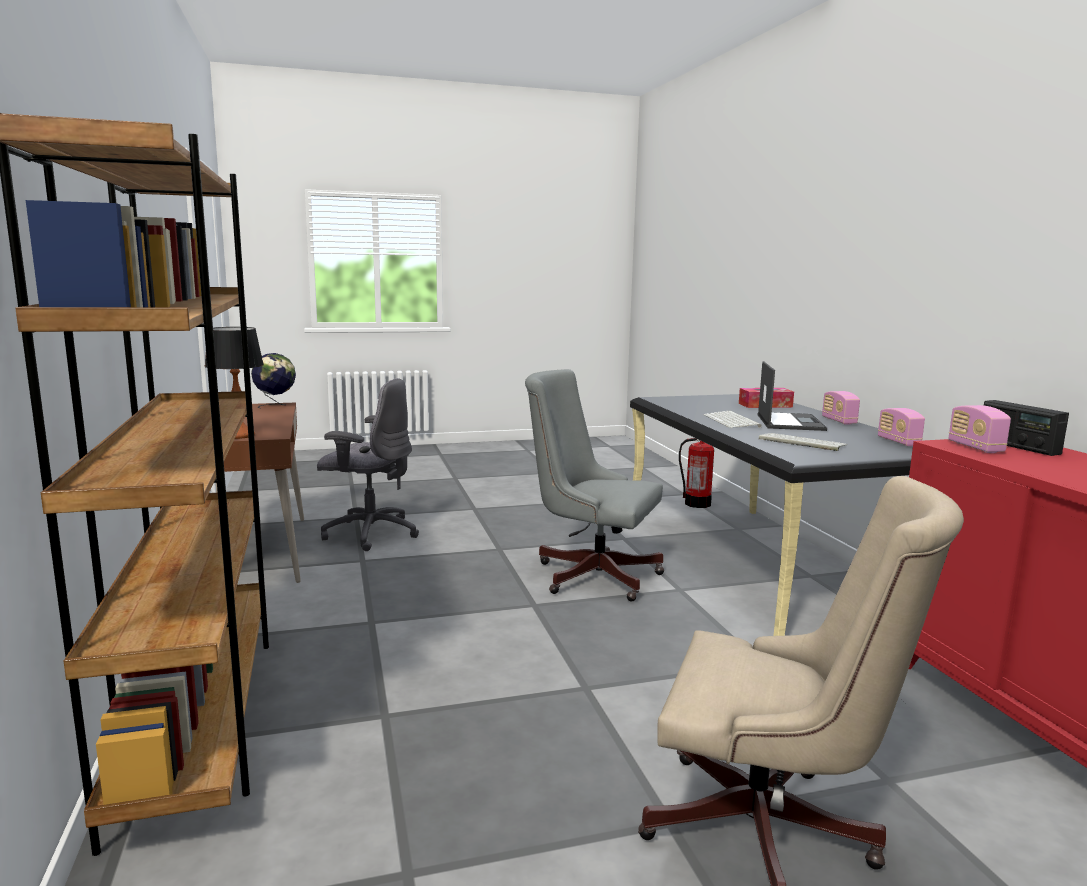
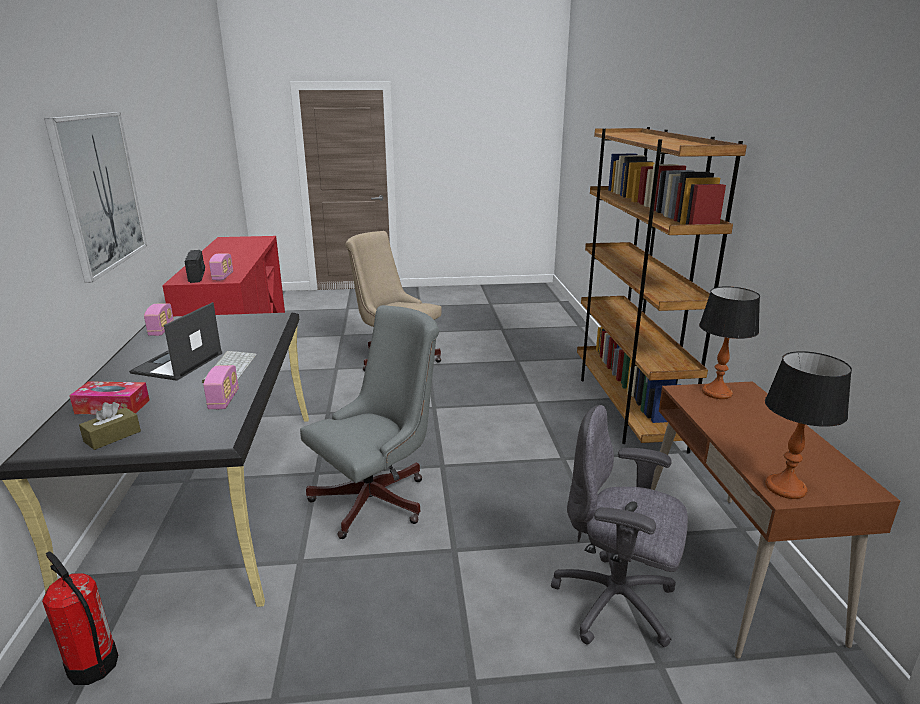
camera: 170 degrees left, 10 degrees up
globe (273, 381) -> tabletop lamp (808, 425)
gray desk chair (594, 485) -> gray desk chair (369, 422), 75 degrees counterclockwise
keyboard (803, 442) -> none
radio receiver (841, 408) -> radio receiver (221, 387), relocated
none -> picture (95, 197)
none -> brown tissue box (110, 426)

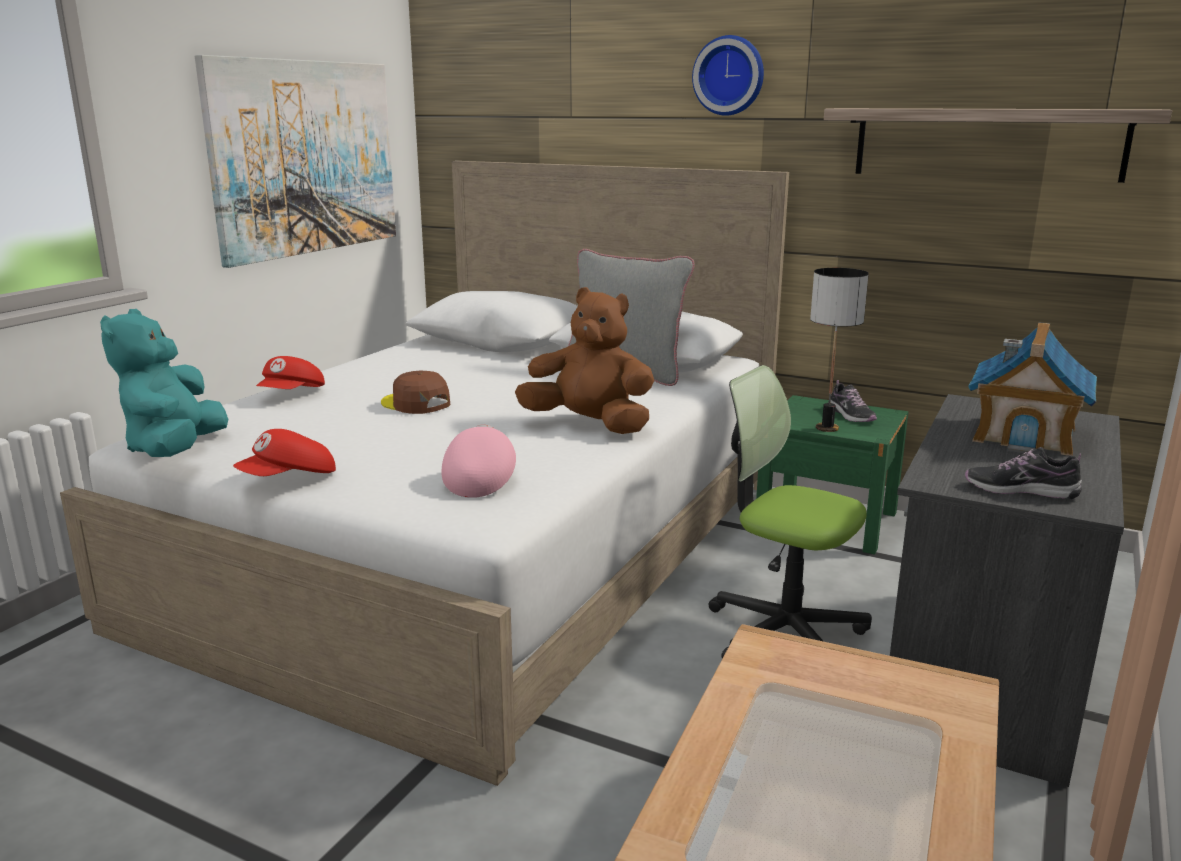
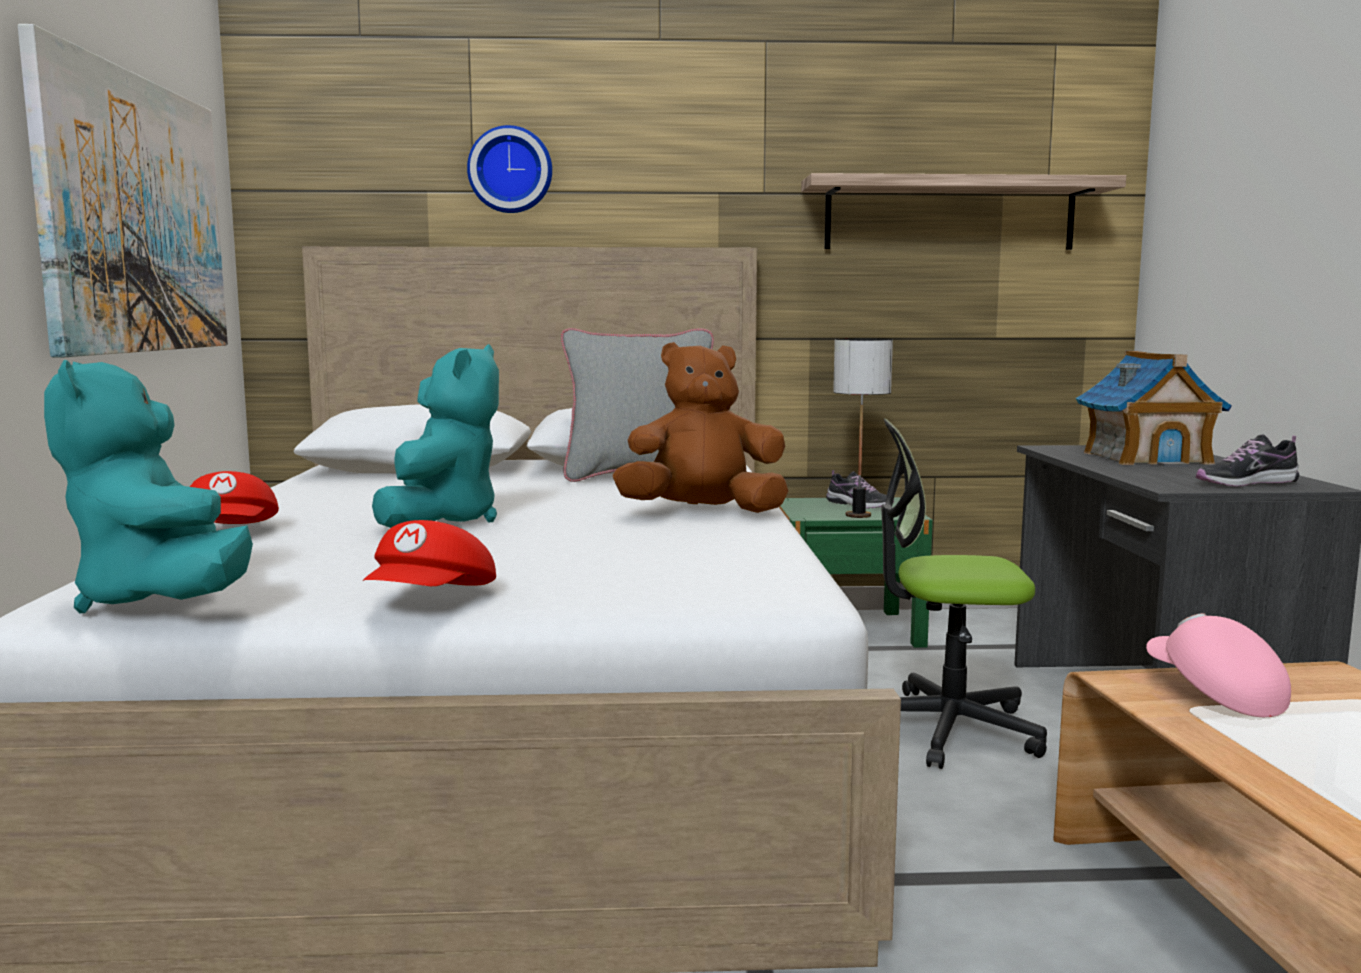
camera: 30 degrees left, 10 degrees down
brown peaked cap (415, 392) -> blue-green soft toy (435, 436)
pink peaked cap (478, 461) -> pink peaked cap (1218, 665), relocated
wall clock (728, 75) -> wall clock (509, 169), relocated

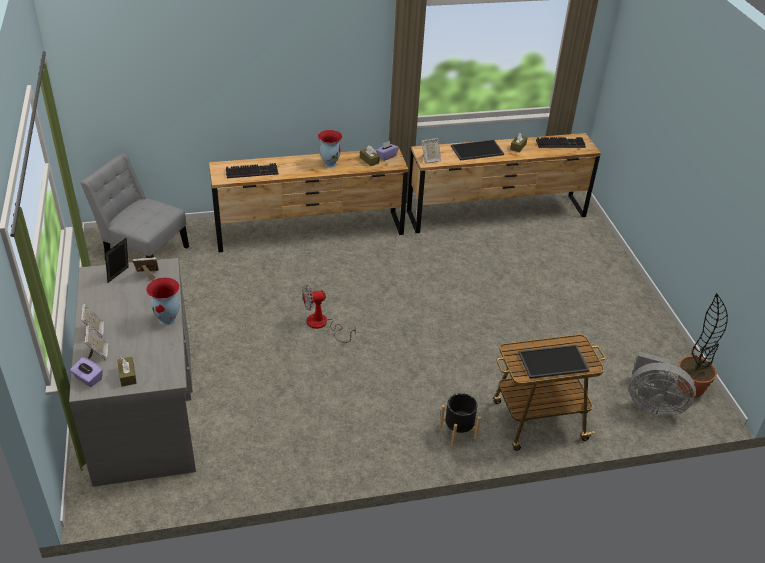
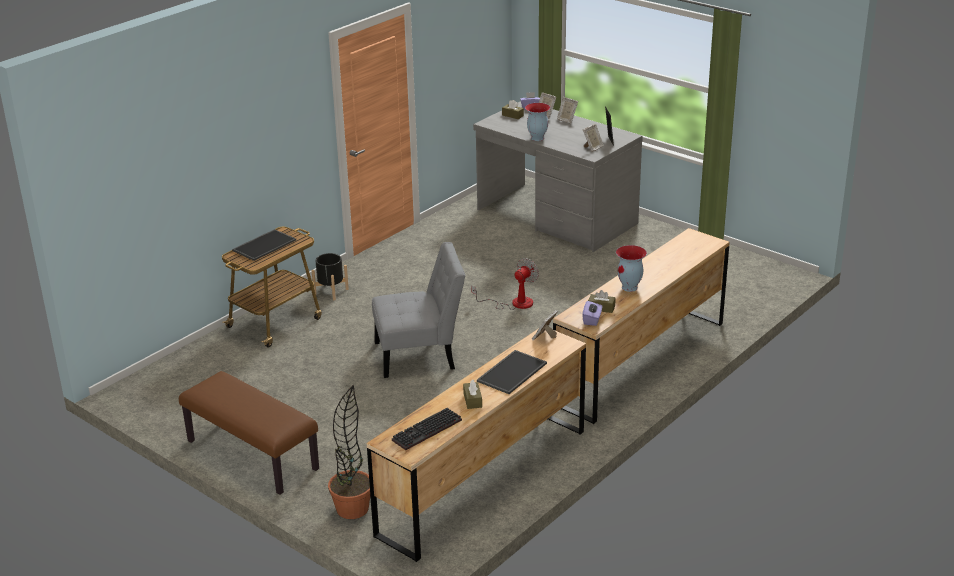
camera: 145 degrees right, 10 degrees down
gray chair (134, 205) -> gray chair (419, 310), relocated
keyboard (252, 170) -> none
gray fan (662, 384) -> none
plant in a pot (702, 345) -> plant in a pot (349, 451), relocated
none -> brown bench (249, 433)

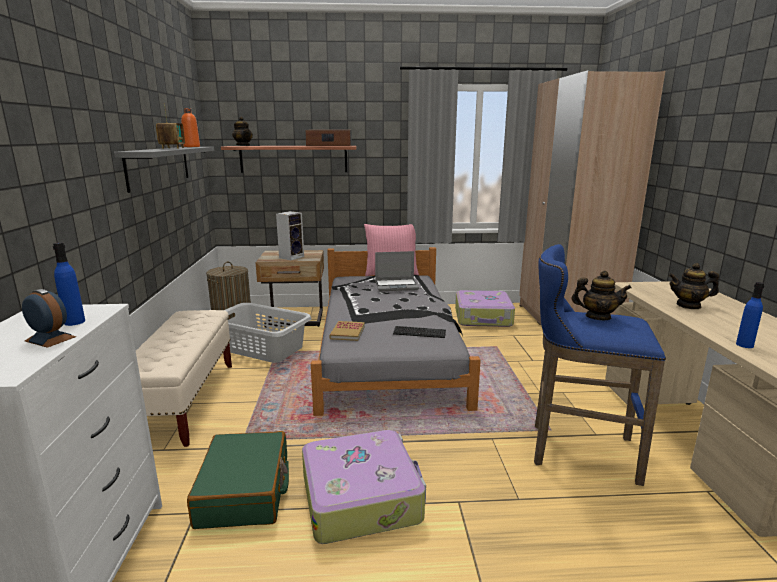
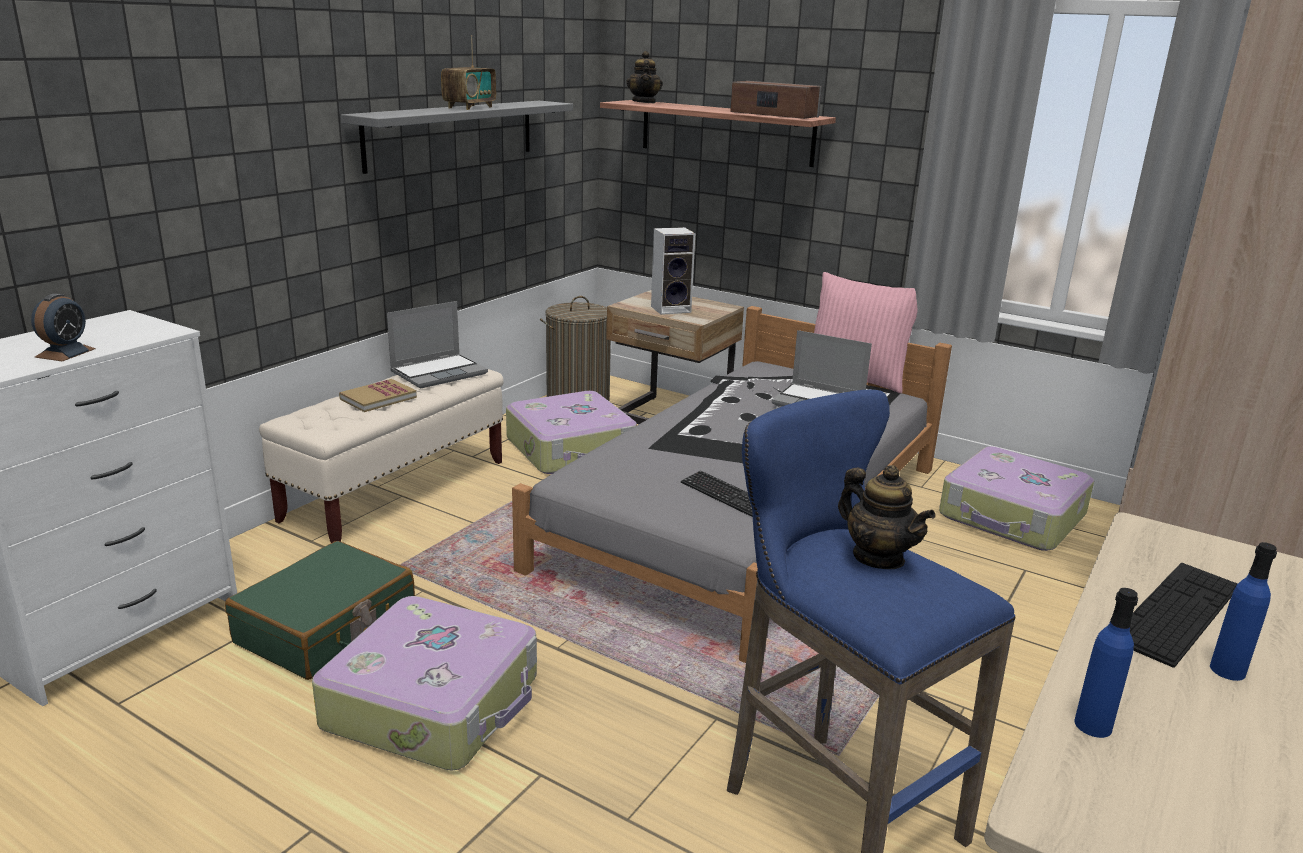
camera: 35 degrees right, 5 degrees up
bedside clock (49, 318) -> bedside clock (63, 327), 45 degrees clockwise
blue drink bottle (69, 284) -> blue drink bottle (1243, 611), relocated
orangey drink bottle (190, 127) -> none
gray washing basket (268, 333) -> suitcase (571, 432)
bound book (347, 331) -> bound book (378, 395), relocated
pot for tea (693, 286) -> keyboard (1184, 615)
none -> notebook computer (437, 345)

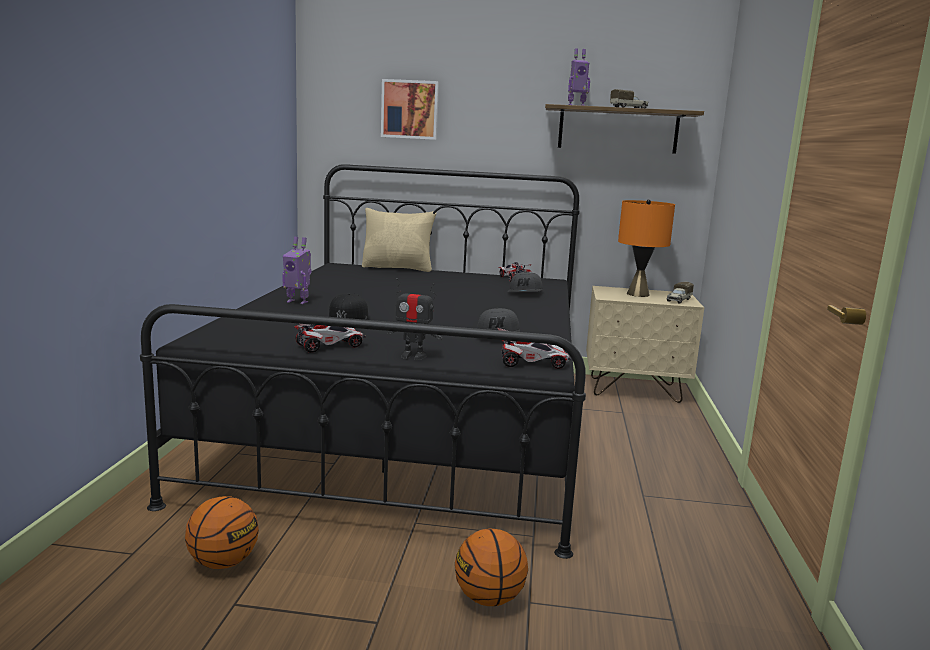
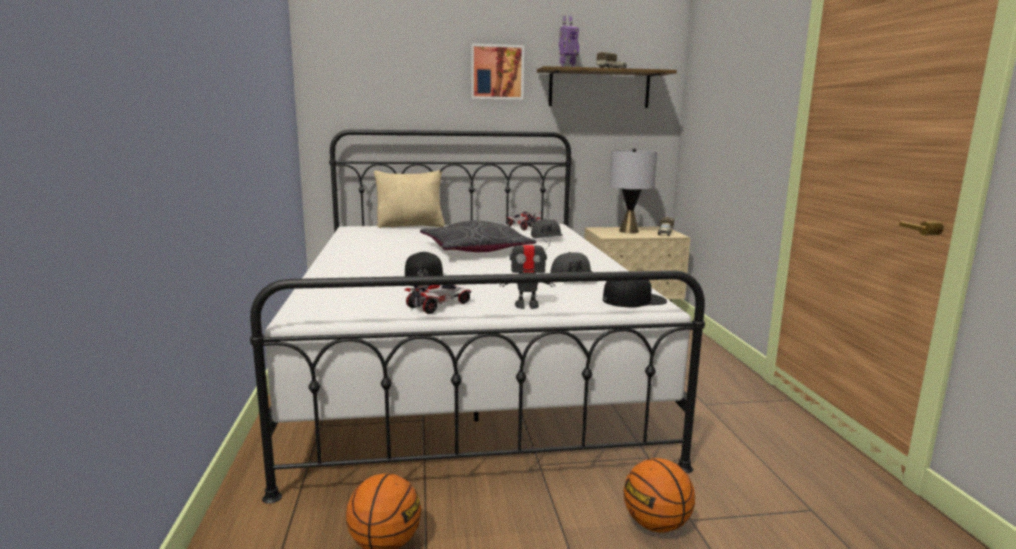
camera: 15 degrees left, 0 degrees up
black-coloured sleeping bed (363, 361) -> whitish sleeping bed (477, 317)
model robot (297, 270) -> none
picture (410, 109) -> picture (497, 72), relocated
toy car (534, 348) -> black-coloured peaked cap (635, 293)
orangey tabletop lamp (646, 248) -> gray tabletop lamp (633, 190)
none -> gray throw pillow (478, 236)

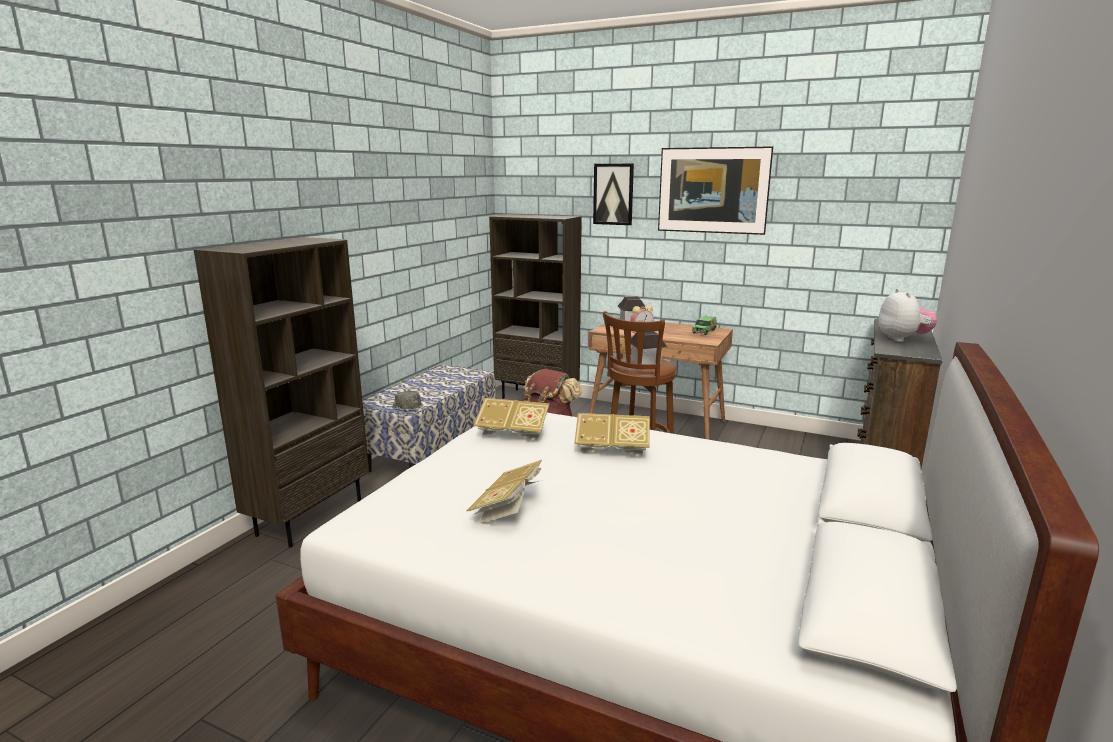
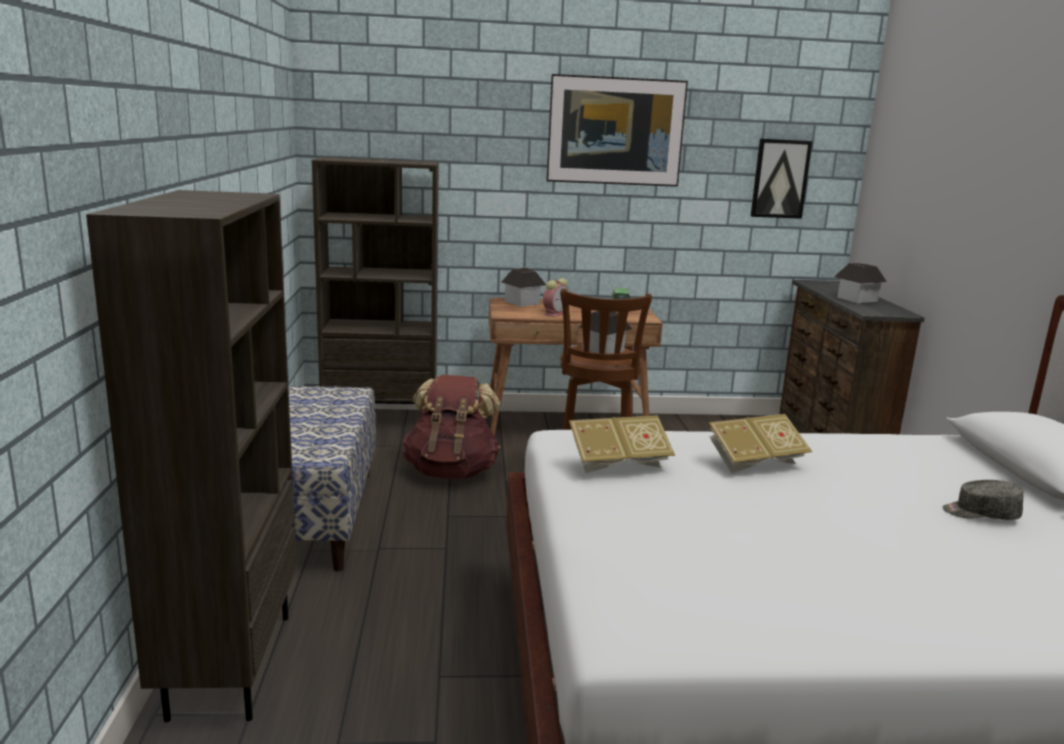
camera: 30 degrees left, 0 degrees up
gray peaked cap (407, 400) -> gray peaked cap (983, 500), relocated
bound book (504, 492) -> none
picture (613, 194) -> picture (782, 179), relocated
soft toy (908, 315) -> miniature house (860, 283)

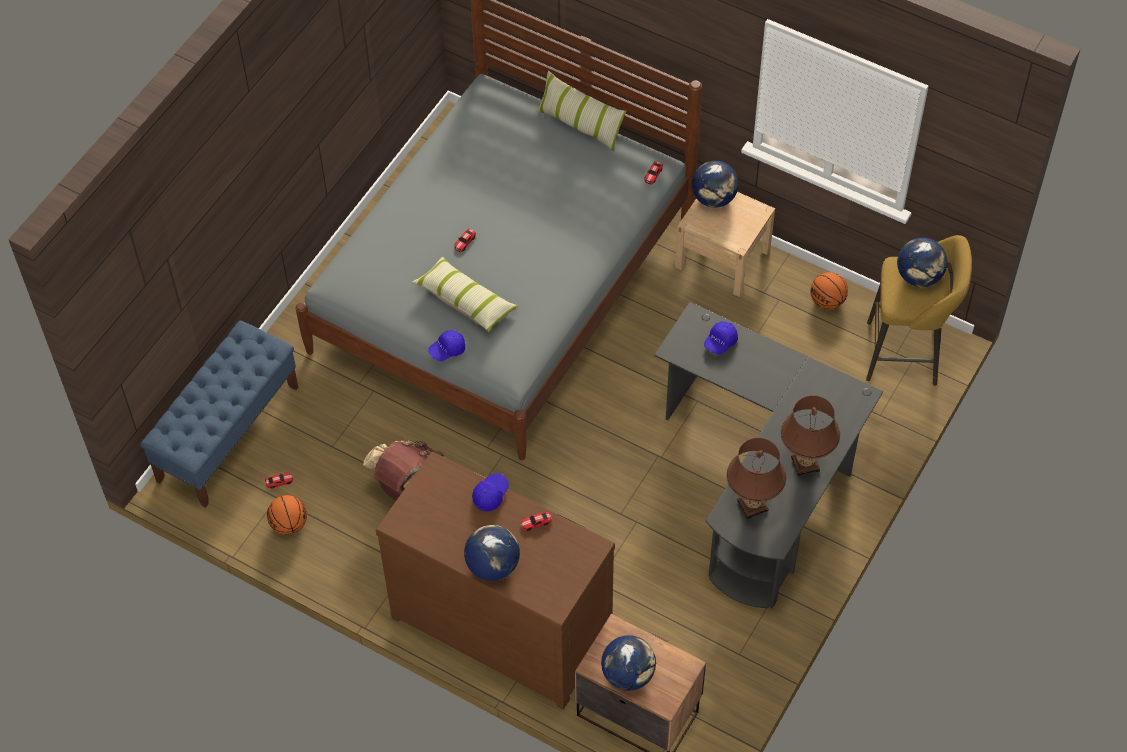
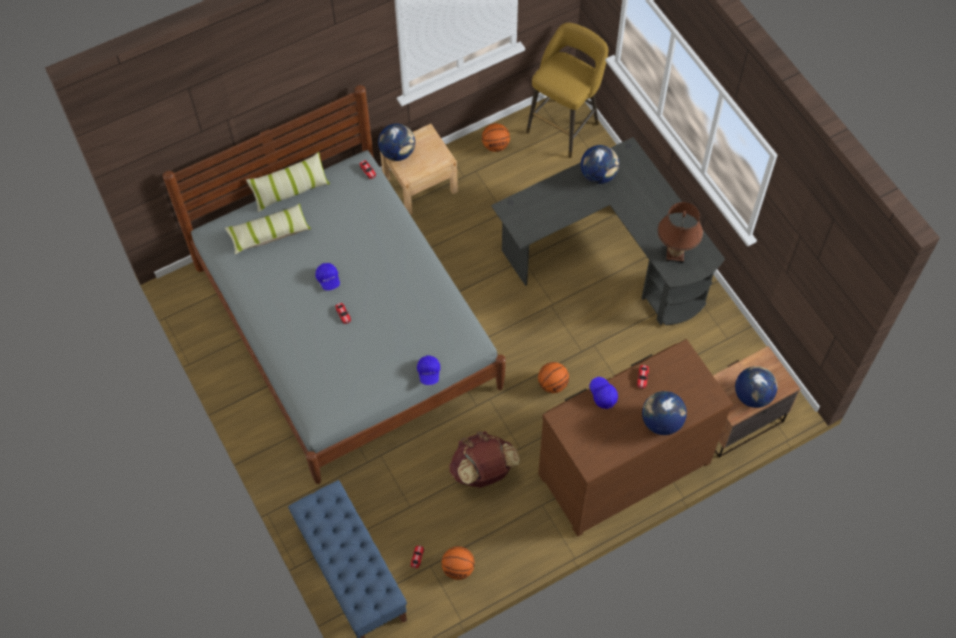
camera: 60 degrees left, 5 degrees up
throw pillow (464, 294) -> throw pillow (268, 229), relocated
blue peaked cap (721, 337) -> blue peaked cap (327, 276), relocated
brown tabletop lamp (810, 436) -> none
globe (922, 262) -> globe (600, 164), relocated
none -> ball for basketball (553, 377)

